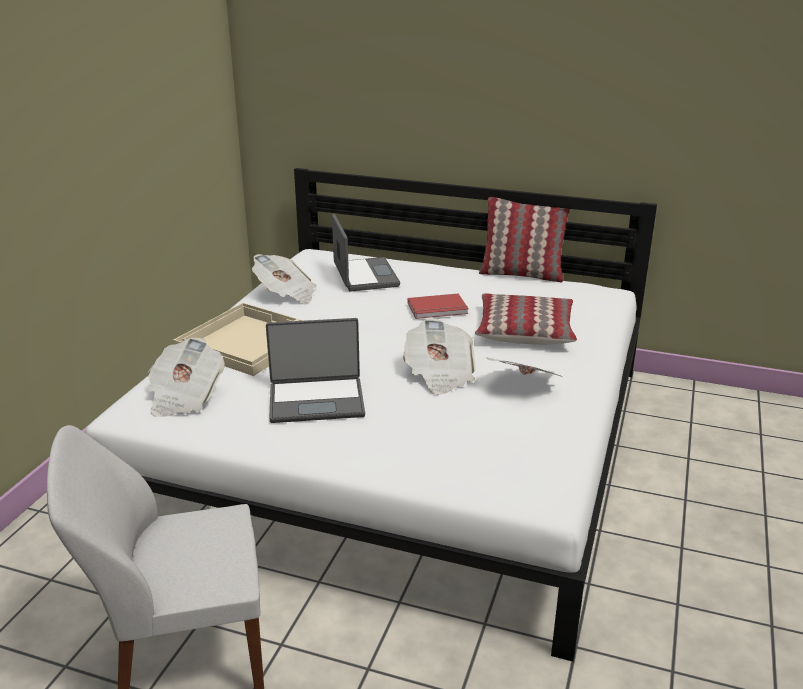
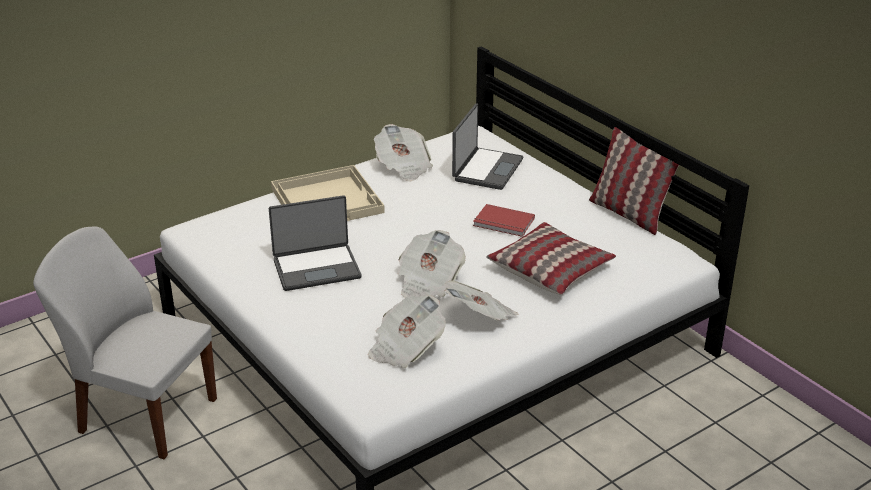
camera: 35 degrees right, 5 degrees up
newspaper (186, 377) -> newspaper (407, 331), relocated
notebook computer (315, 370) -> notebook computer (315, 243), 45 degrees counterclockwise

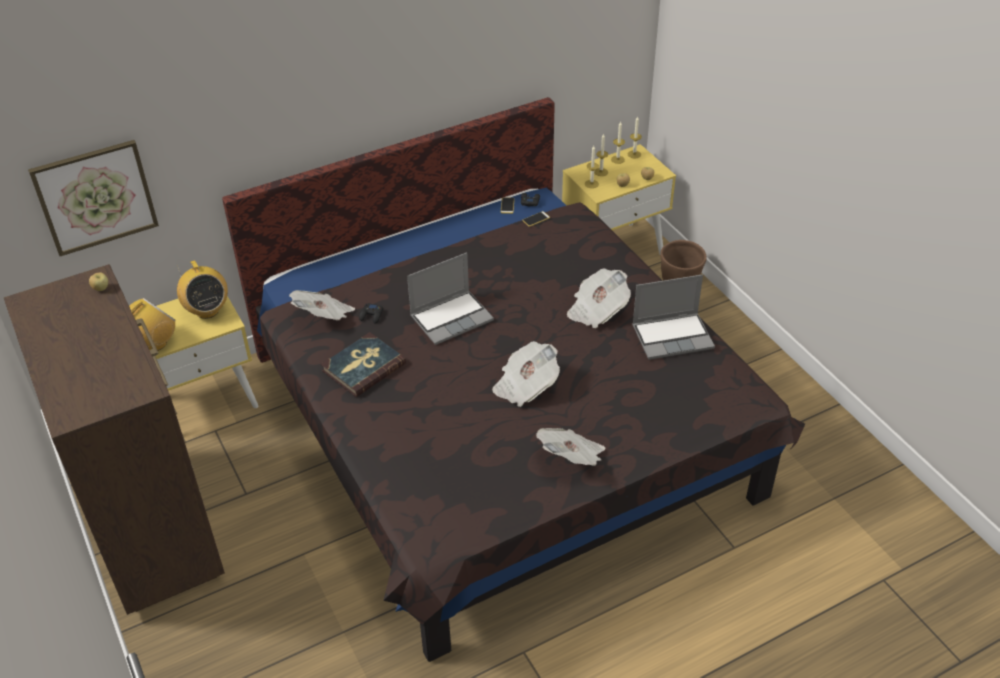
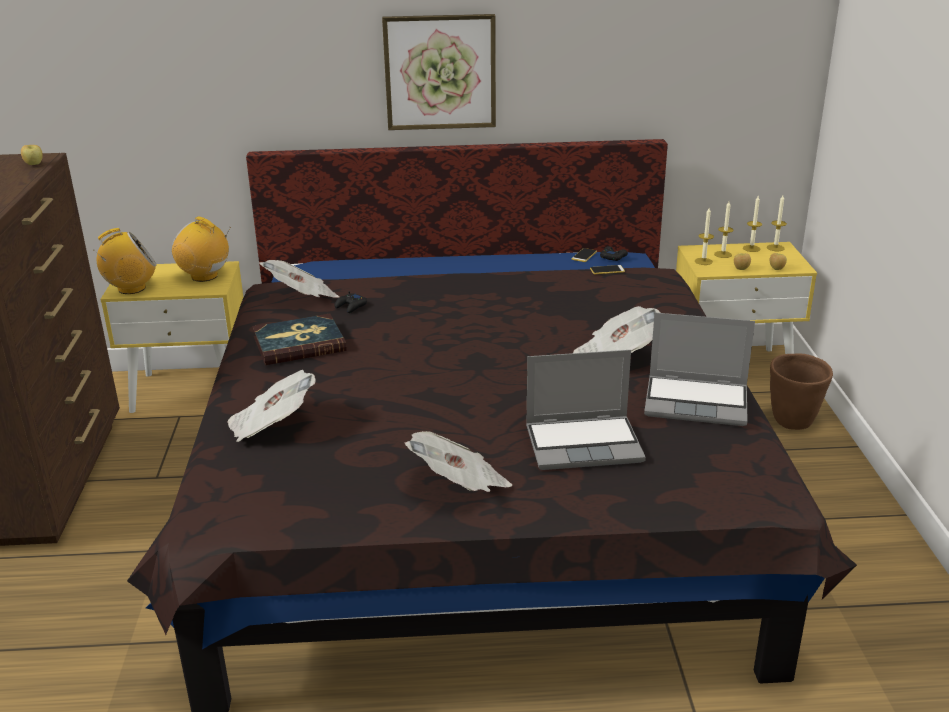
camera: 25 degrees right, 15 degrees down
picture (93, 198) -> picture (439, 72), relocated
radio receiver (202, 290) -> radio receiver (201, 249), 120 degrees clockwise
notebook computer (450, 298) -> notebook computer (586, 410), relocated
newspaper (526, 374) -> newspaper (271, 406), relocated

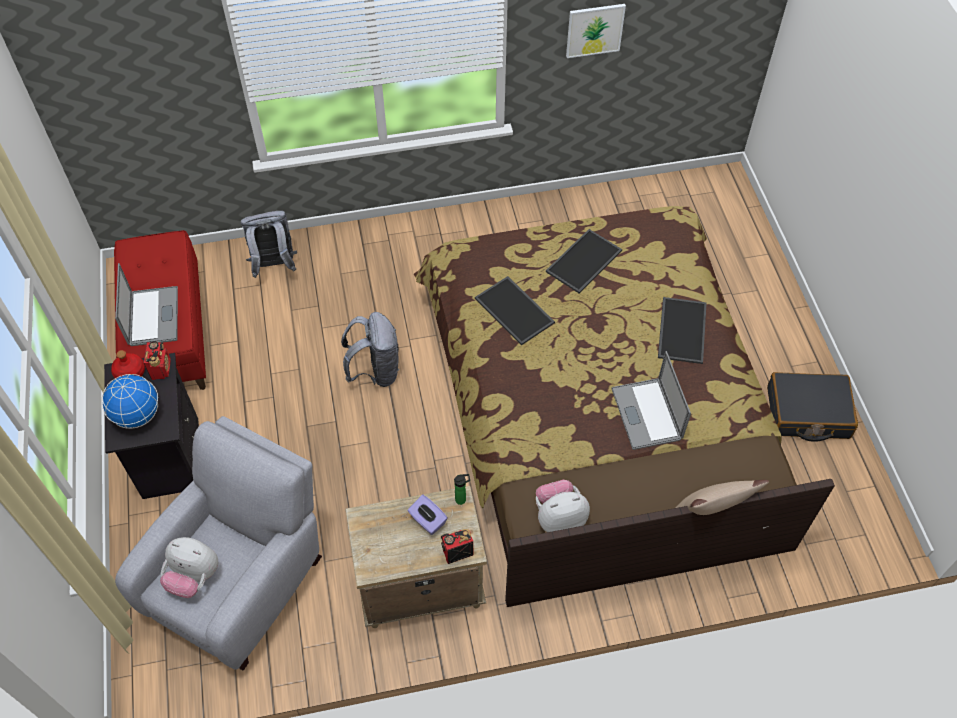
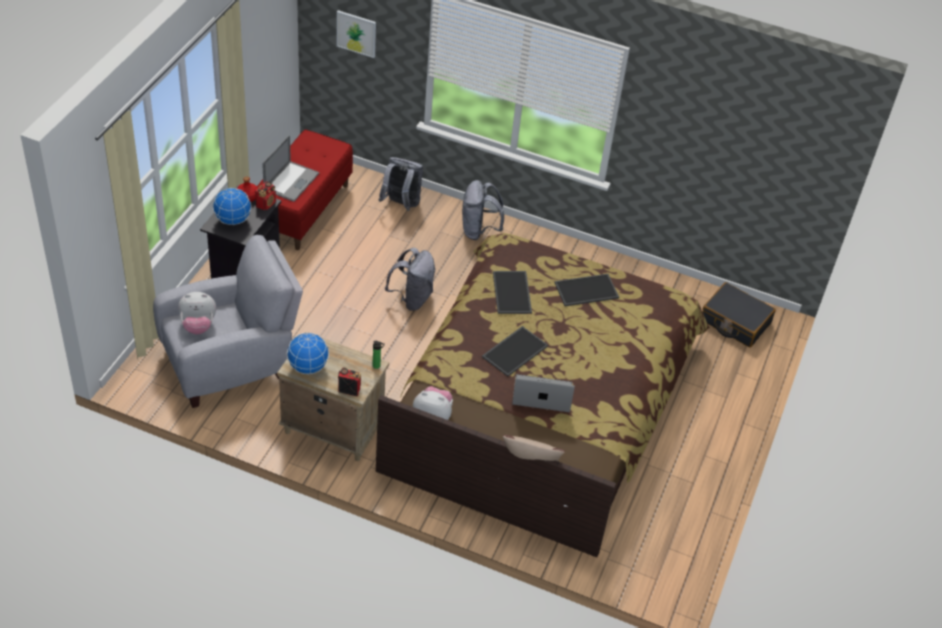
camera: 30 degrees right, 10 degrees down
soft toy (189, 567) -> soft toy (197, 313), 60 degrees counterclockwise
purplish tissue box (428, 515) -> none
picture (596, 31) -> picture (356, 34), relocated
notebook computer (651, 400) -> notebook computer (543, 393), 75 degrees clockwise
serving tray (682, 330) -> serving tray (515, 351), relocated
black-coloured suitcase (812, 407) -> black-coloured suitcase (739, 314), relocated
none -> globe (308, 353)
none -> gray rucksack (483, 210)

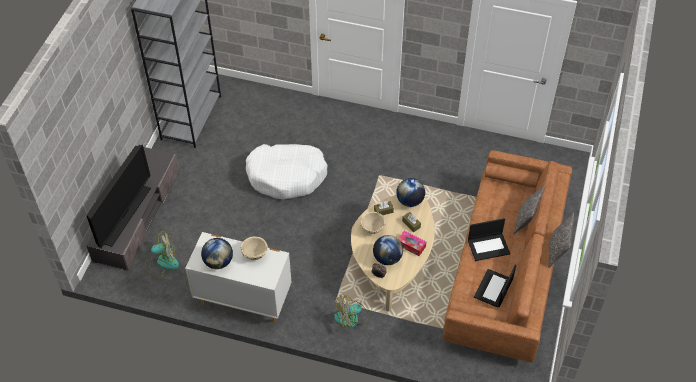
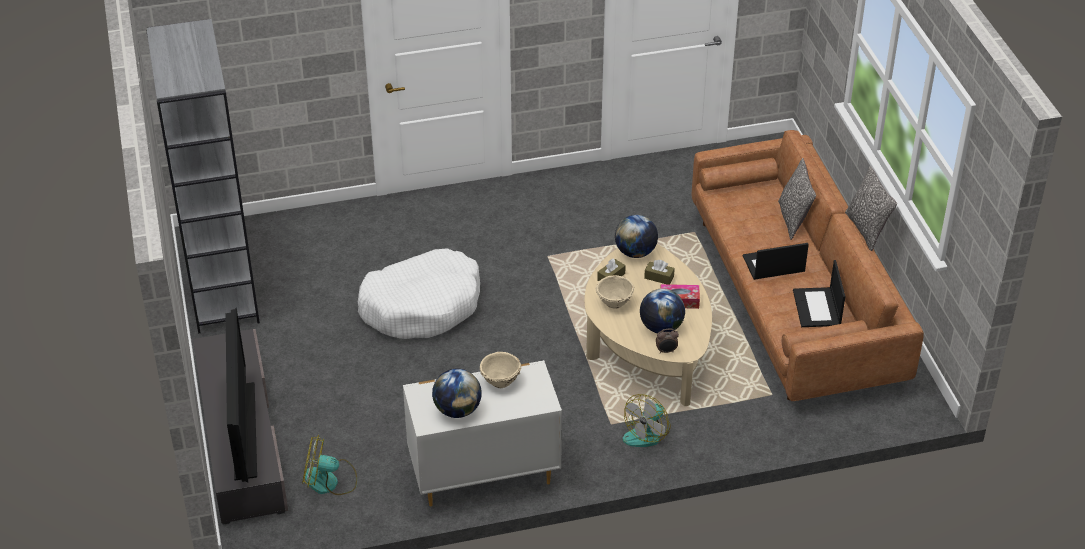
camera: 30 degrees left, 10 degrees down
fan (162, 255) -> fan (329, 464), 135 degrees counterclockwise
notebook computer (489, 239) -> notebook computer (776, 261), 150 degrees counterclockwise

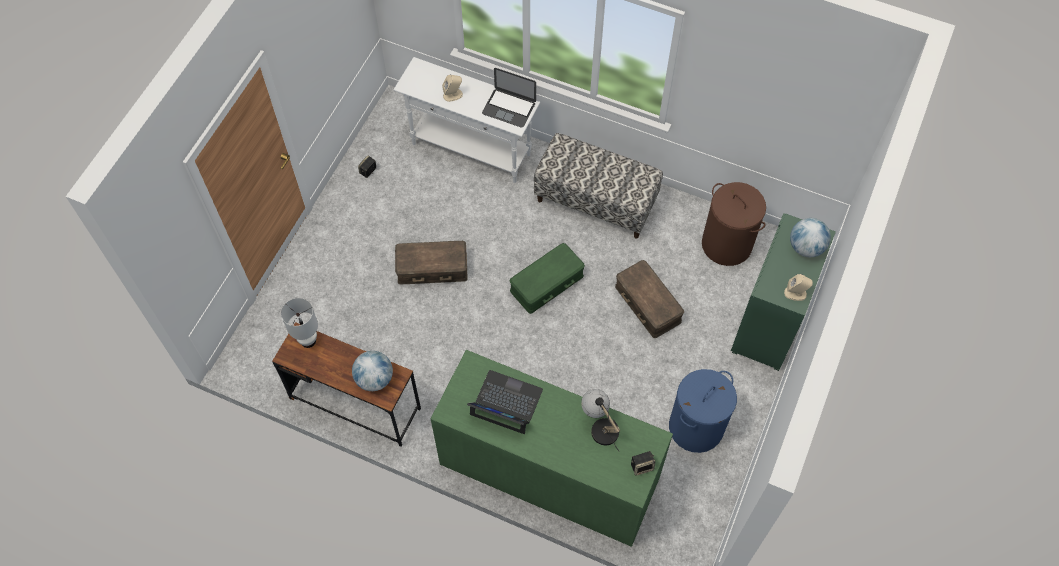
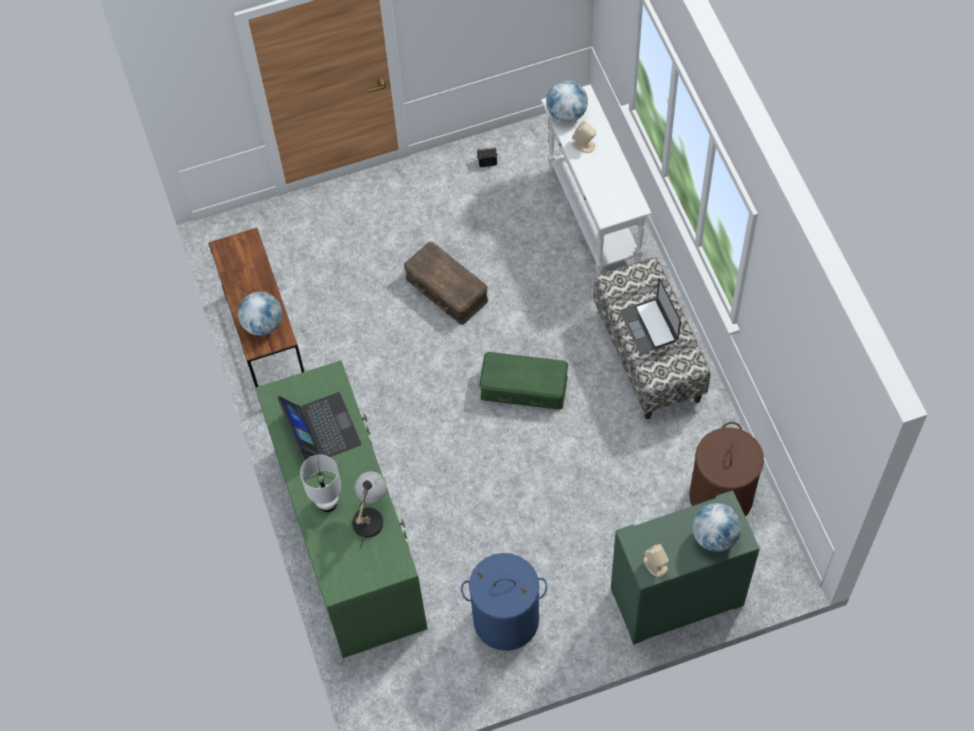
camera: 50 degrees right, 0 degrees up
whitish tabletop lamp (299, 323) -> whitish tabletop lamp (321, 483), relocated
notebook computer (509, 98) -> notebook computer (650, 316), relocated
brown storage bin (649, 299) -> none
loudspeaker (643, 463) -> none
none -> globe (567, 101)

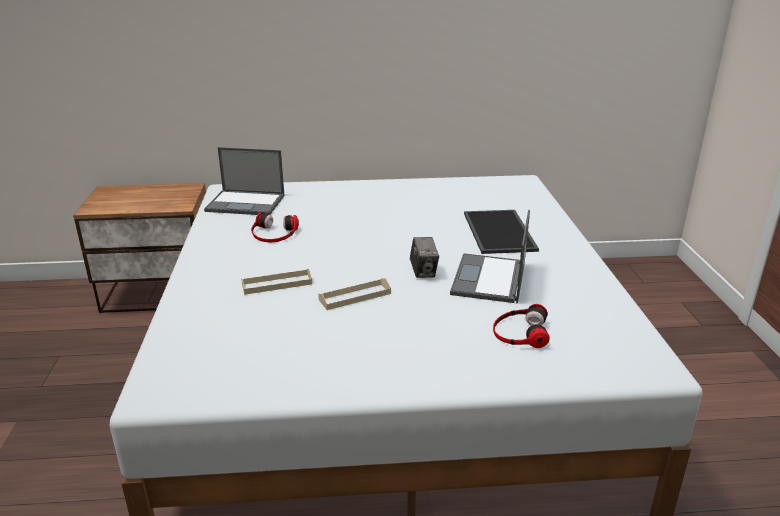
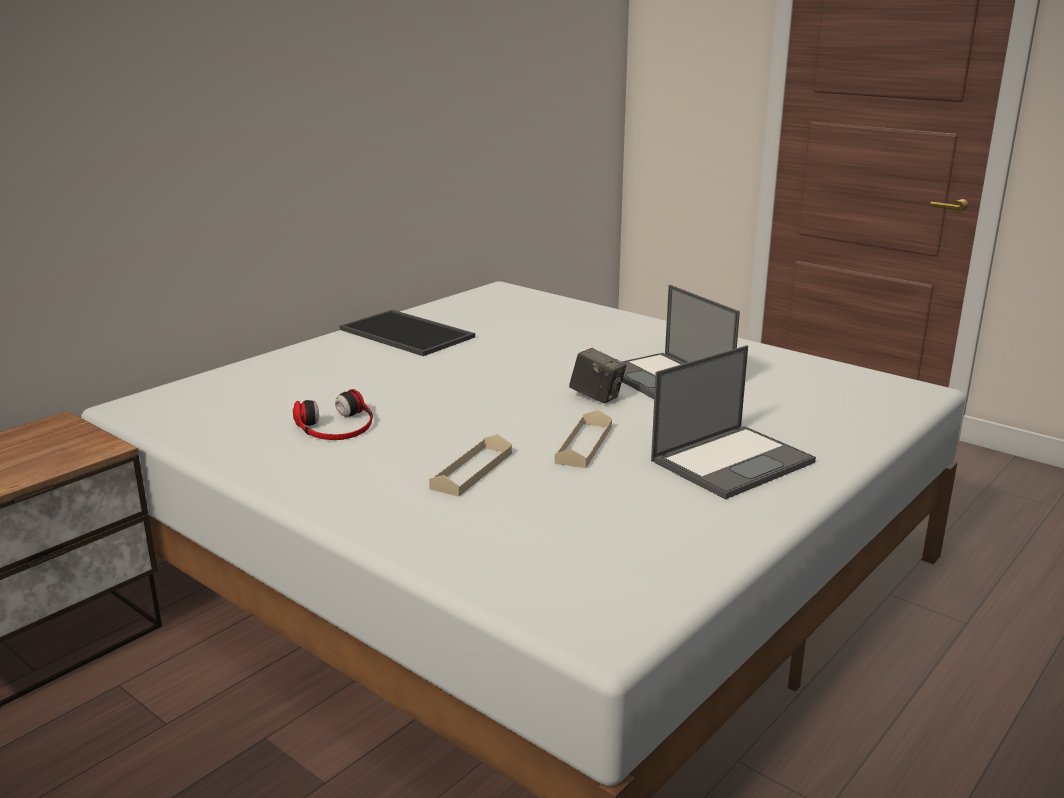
camera: 45 degrees left, 5 degrees down
notebook computer (244, 181) -> notebook computer (733, 422), relocated
serving tray (501, 232) -> serving tray (407, 333), relocated
pair of headphones (521, 326) -> none

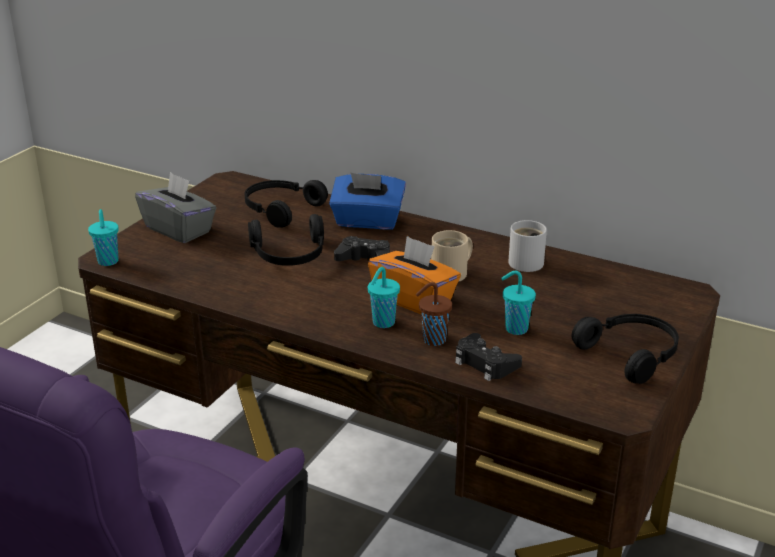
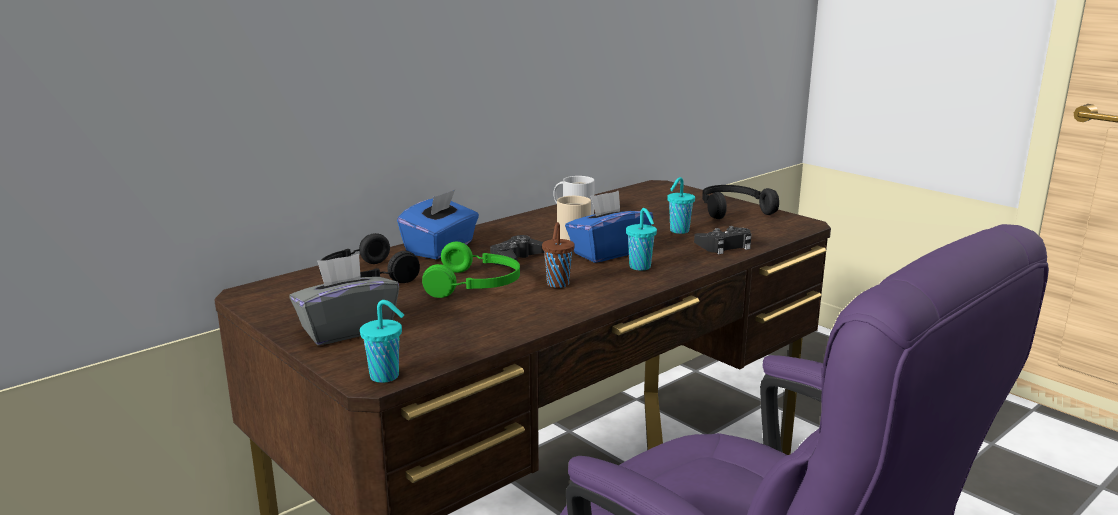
camera: 70 degrees left, 10 degrees down
black-coloured pair of headphones (286, 240) -> green-coloured pair of headphones (471, 270)
orangey tissue box (414, 275) -> blue tissue box (609, 227)
brown drinking cup (434, 314) -> brown drinking cup (558, 255), relocated

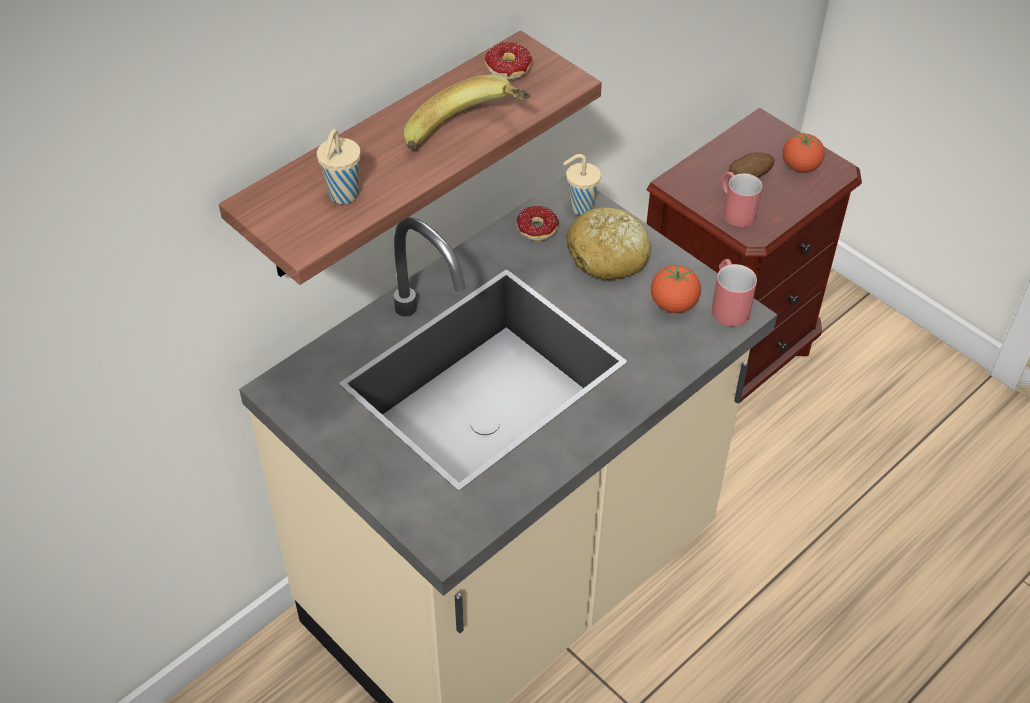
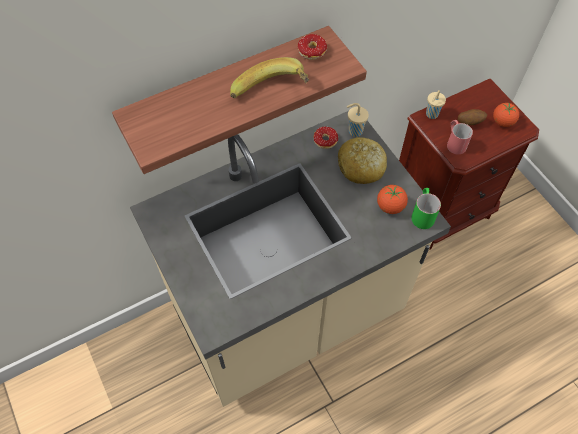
camera: 15 degrees right, 10 degrees up
beige drinking cup (339, 166) -> beige drinking cup (436, 104), relocated
reddish coffee mug (734, 293) -> green-coloured coffee mug (426, 208)

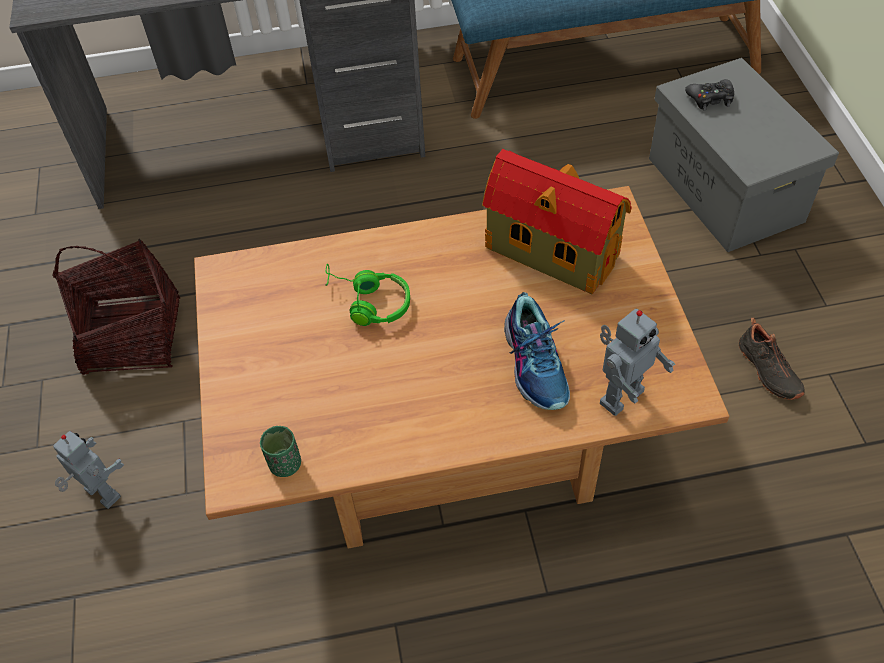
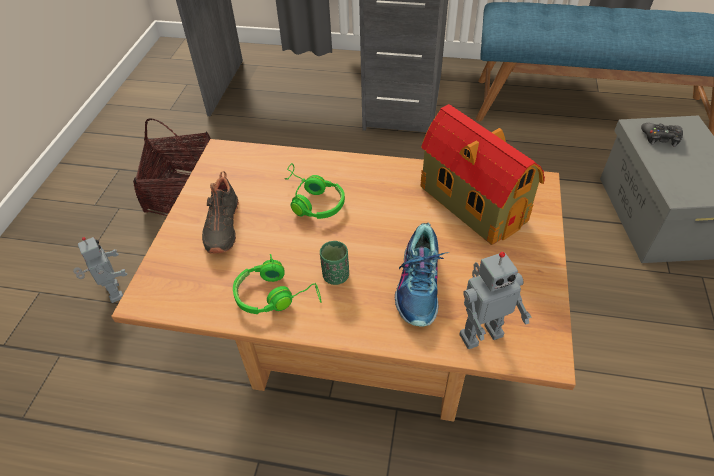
camera: 20 degrees right, 5 degrees down
green-coloured drinking cup (280, 451) -> green-coloured drinking cup (334, 263), relocated
black-coloured item of footwear (772, 359) -> black-coloured item of footwear (220, 212), relocated
none -> green-coloured pair of headphones (277, 284)

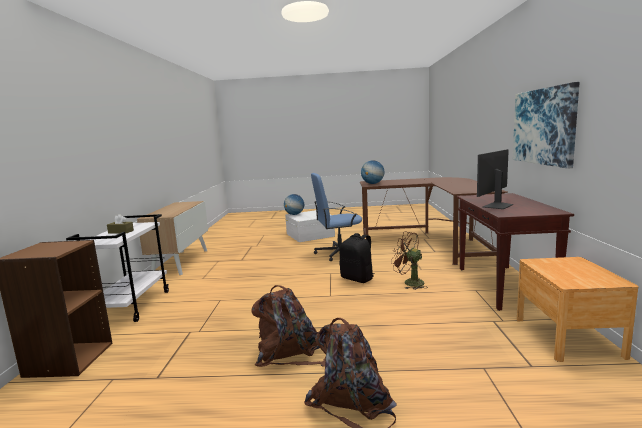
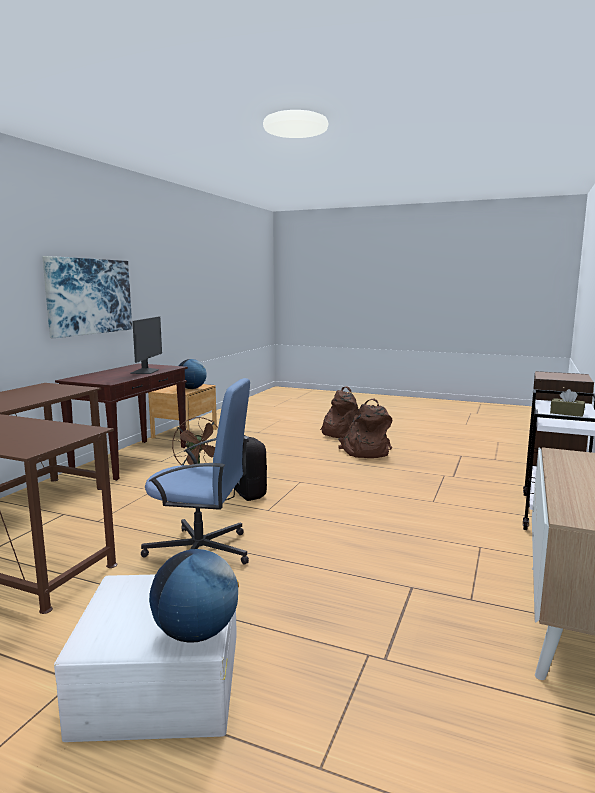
camera: 160 degrees left, 0 degrees up
globe (372, 172) -> globe (192, 374), relocated
monitor (495, 179) -> monitor (146, 345), 60 degrees counterclockwise

